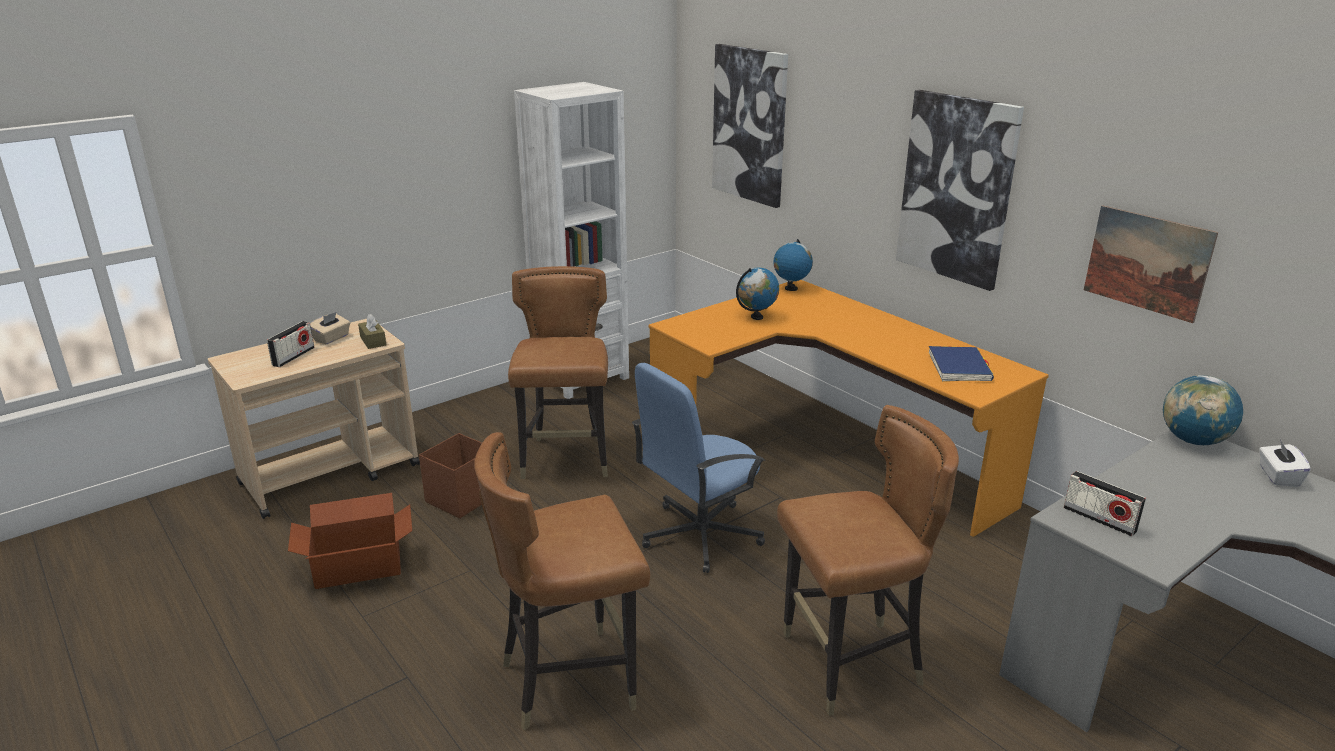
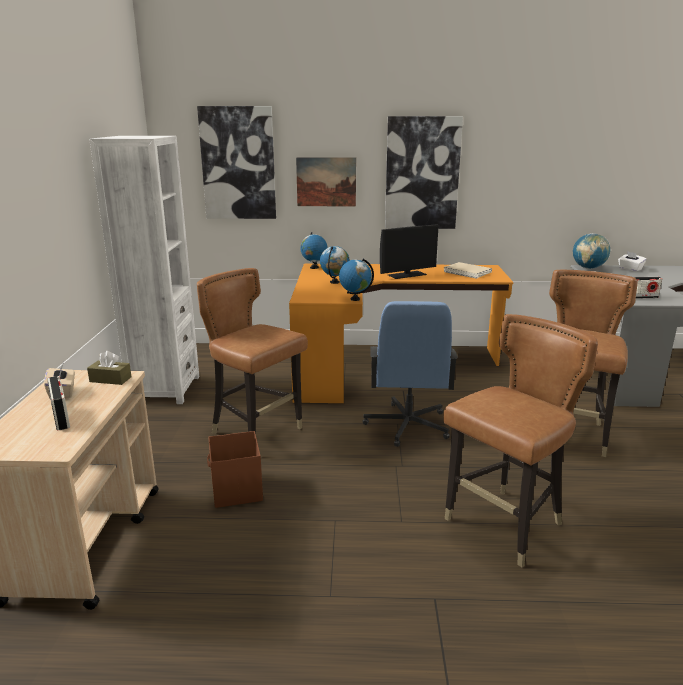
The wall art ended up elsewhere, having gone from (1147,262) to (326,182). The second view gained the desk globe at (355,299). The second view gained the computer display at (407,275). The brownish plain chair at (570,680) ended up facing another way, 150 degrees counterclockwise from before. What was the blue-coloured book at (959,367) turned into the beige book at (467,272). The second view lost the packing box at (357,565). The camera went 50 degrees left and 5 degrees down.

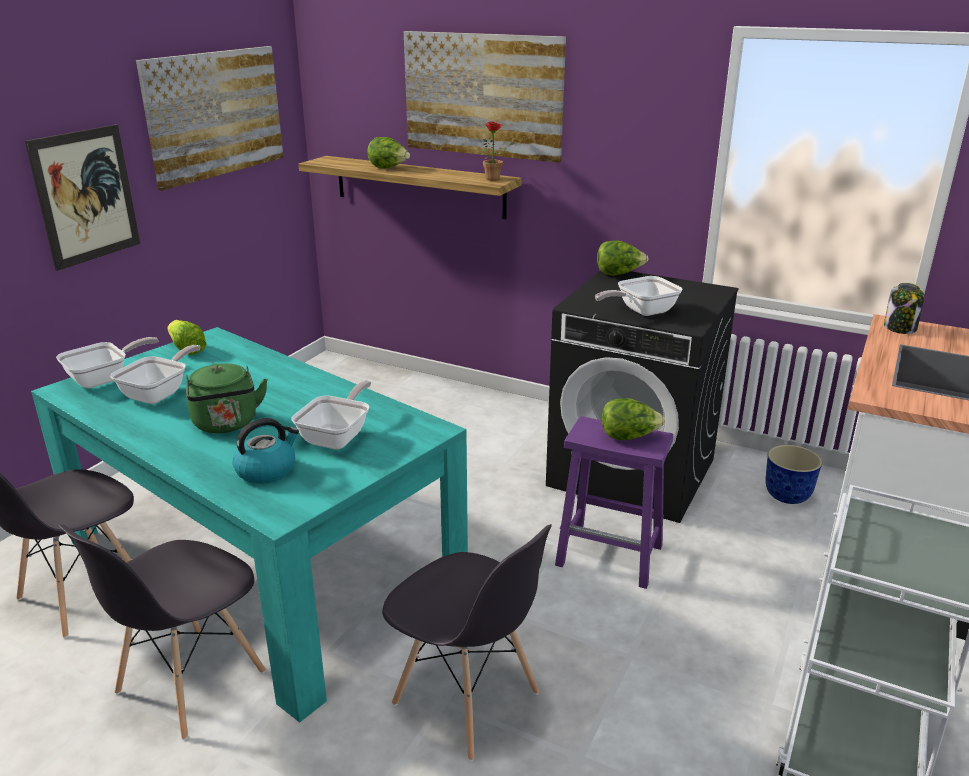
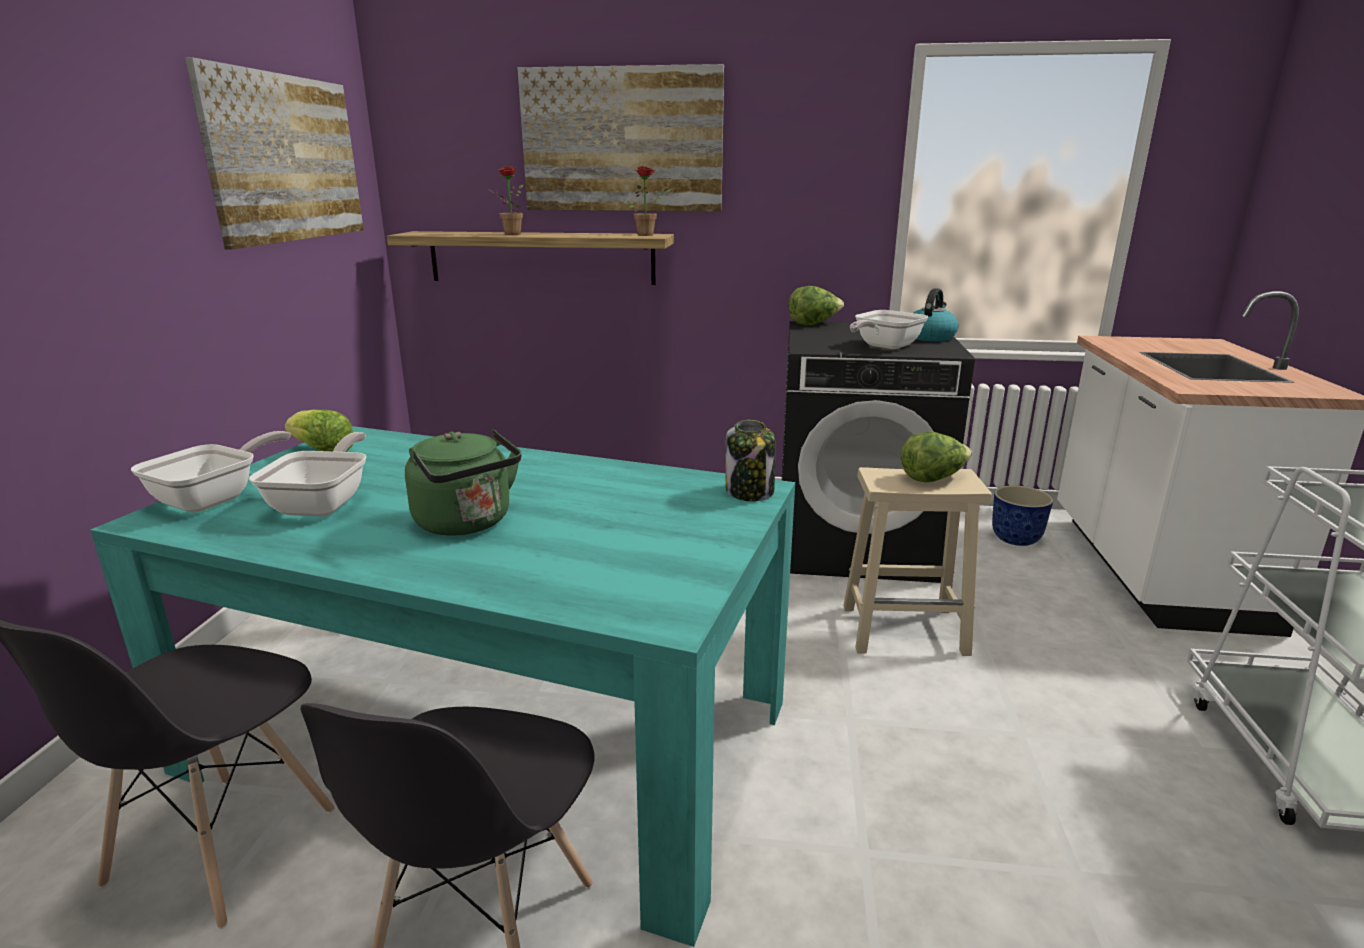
Where the lettuce stood at (389,168), the plant in a pot came to stand at (509,234). The preserve jar ended up elsewhere, having gone from (900,328) to (750,492). What was the purplish stool seat at (611,555) turned into the beige stool seat at (906,629). The water kettle ended up elsewhere, having gone from (267,470) to (930,337). The second view lost the wall art at (86,196). The second view lost the frying pan at (338,436). The second view lost the grey plain chair at (467,700). The camera went 20 degrees left and 5 degrees down.

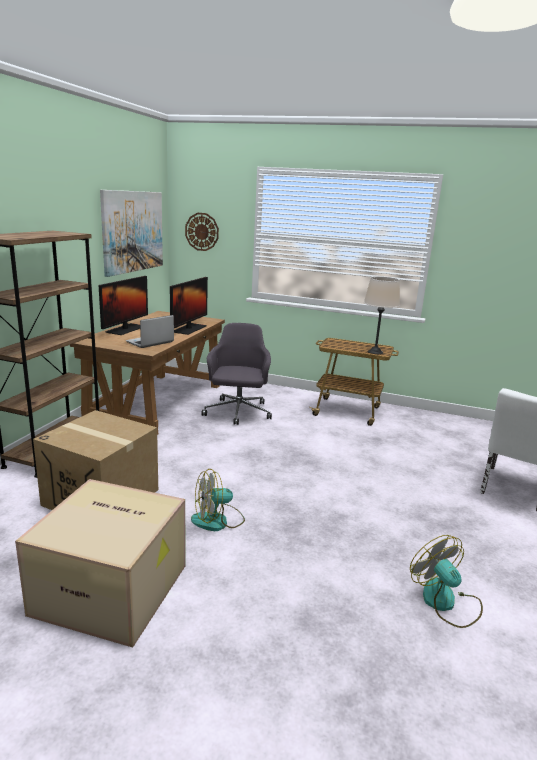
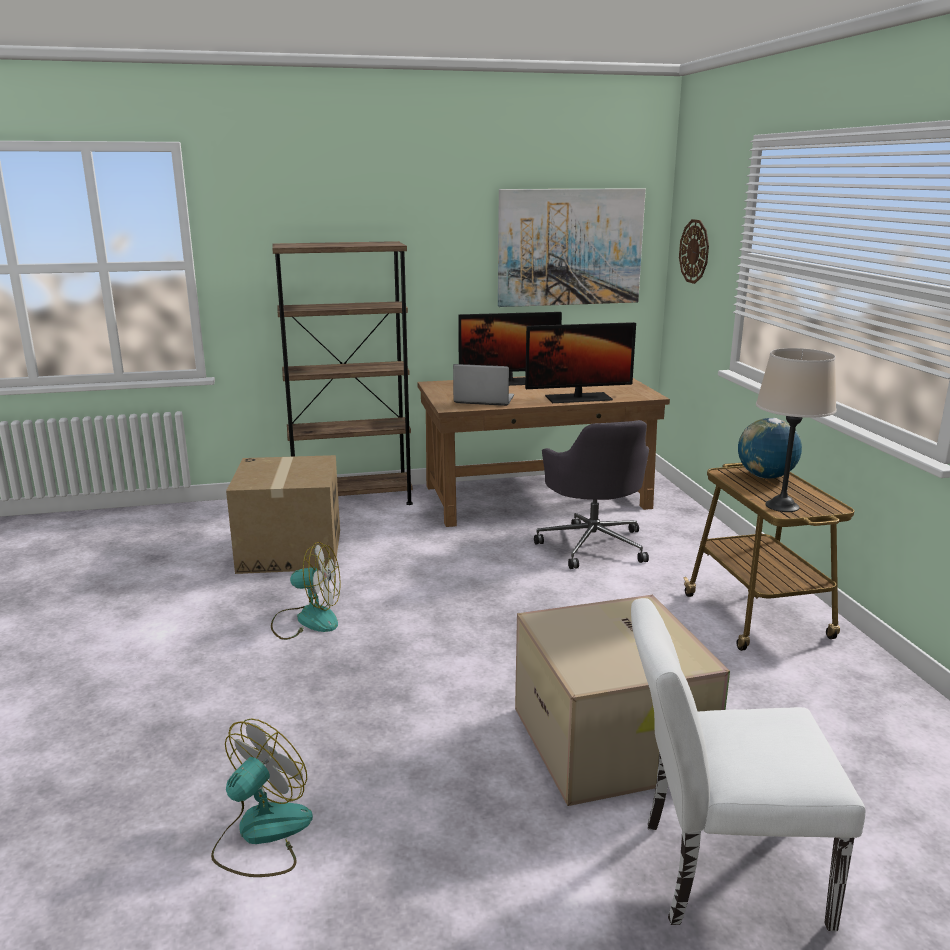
The electric fan at (218,520) ended up facing another way, 150 degrees clockwise from before. The packing box ended up elsewhere, having gone from (113,588) to (613,741). The grey desk chair at (238,412) ended up facing another way, 105 degrees clockwise from before. The second view gained the desk globe at (765,477). The camera went 60 degrees right and 0 degrees up.

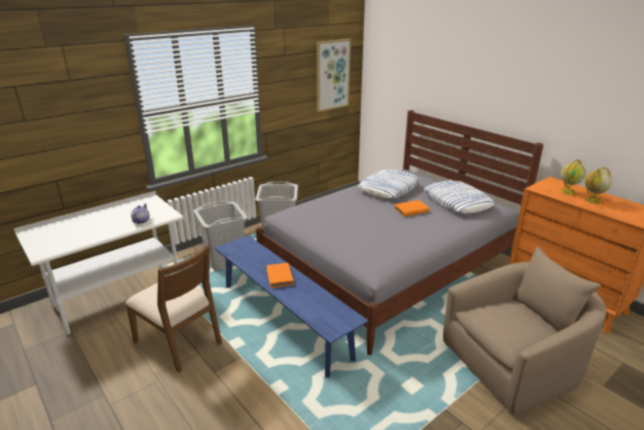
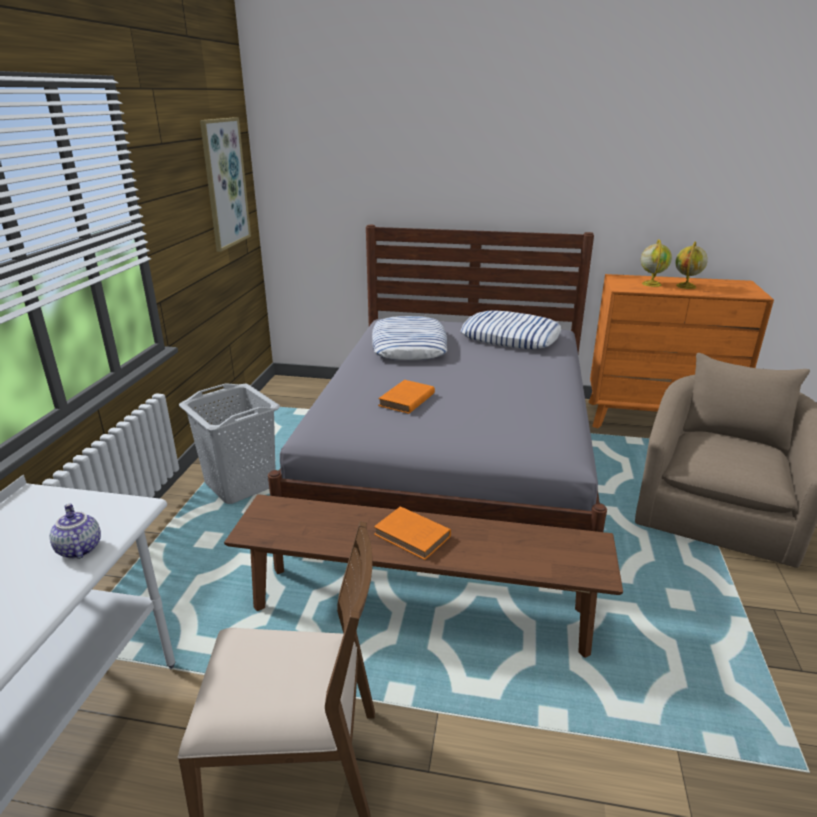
What was the blue-coloured long seat at (284,319) turned into the brownish long seat at (419,609). The orangey book ended up elsewhere, having gone from (410,210) to (406,400). The second view lost the grey laundry basket at (225,260). The camera went 40 degrees left and 0 degrees up.

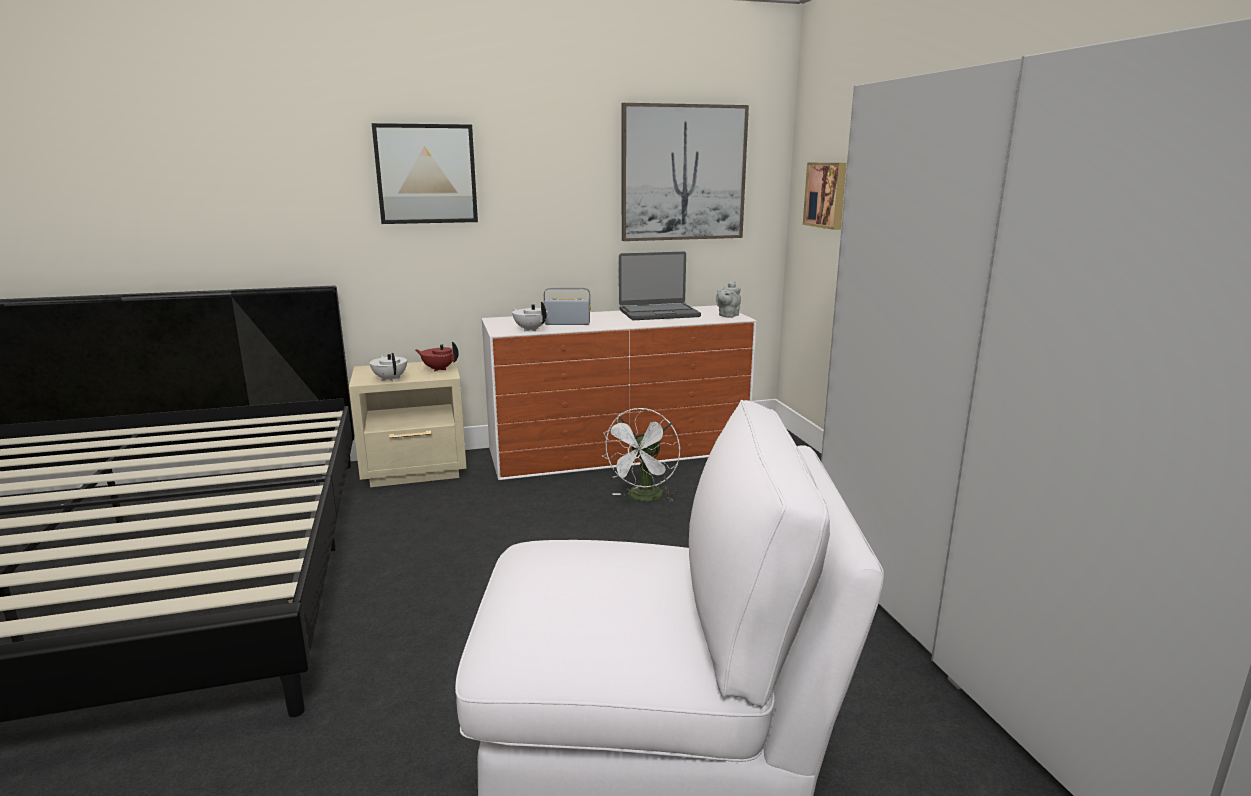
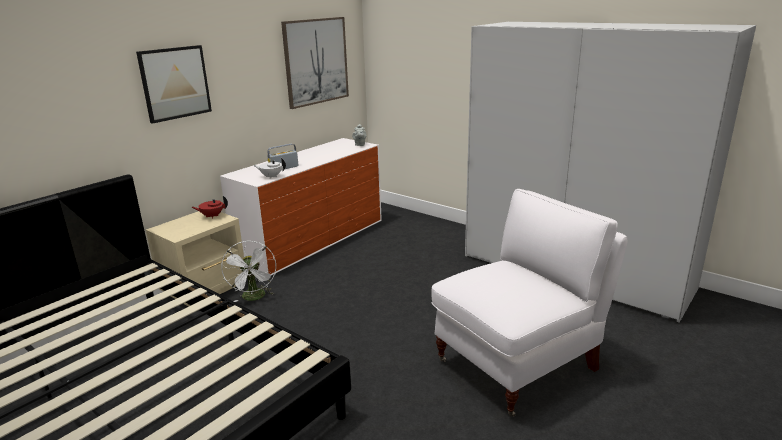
The white-coloured electric fan ended up elsewhere, having gone from (644,498) to (254,298). The second view lost the white-coloured teapot at (390,379). The second view lost the portable computer at (658,313). The second view lost the wall art at (827,195). The camera went 35 degrees left and 5 degrees up.

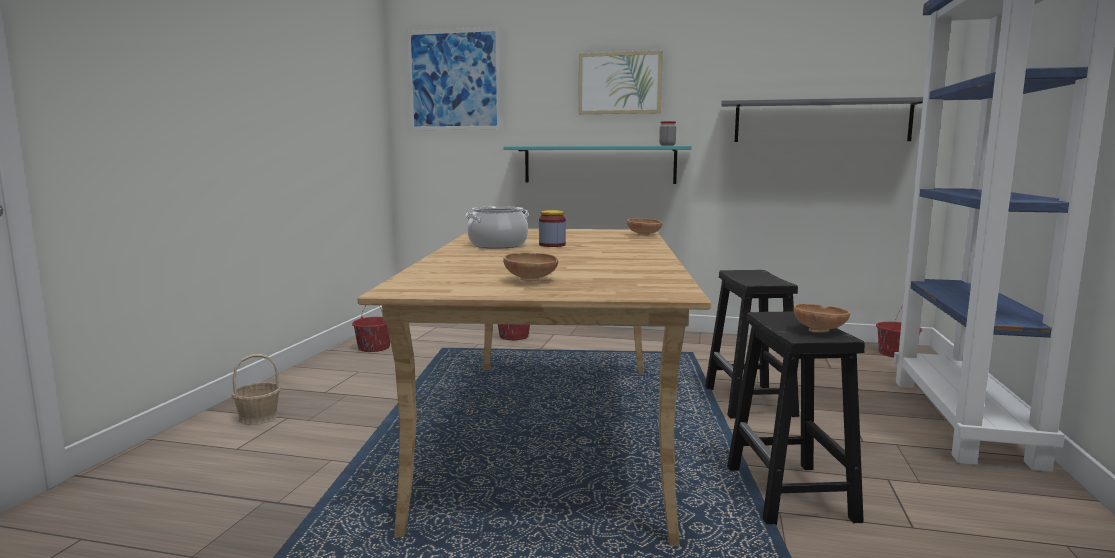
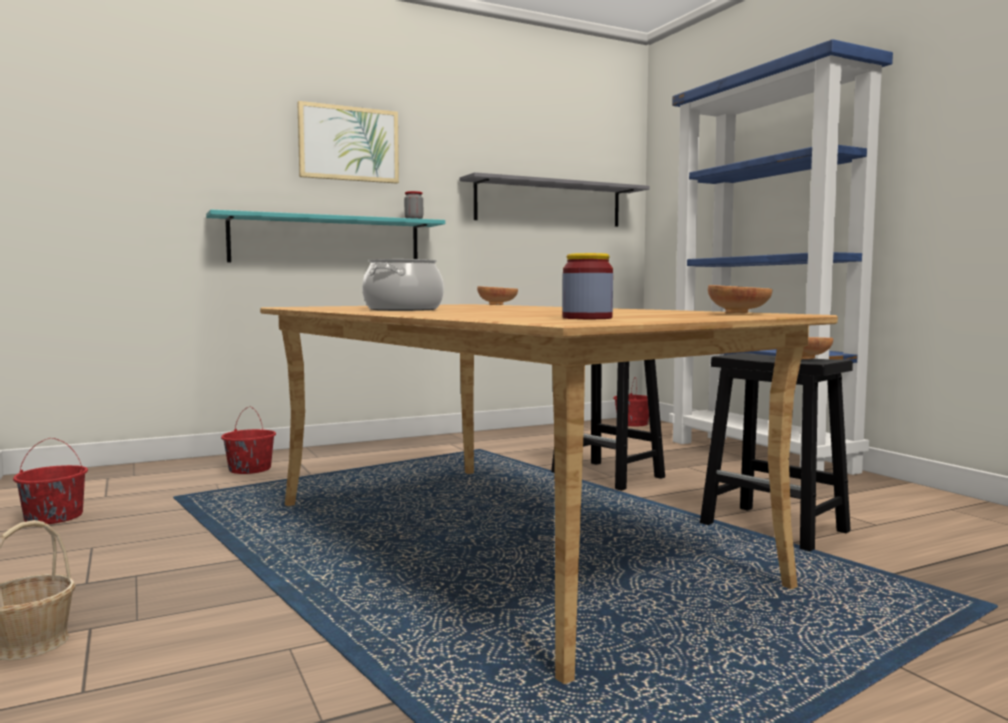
The preserve jar ended up elsewhere, having gone from (552,245) to (587,318). The brownish serving bowl ended up elsewhere, having gone from (531,281) to (740,313). The second view lost the wall art at (454,80). The camera went 40 degrees left and 5 degrees down.

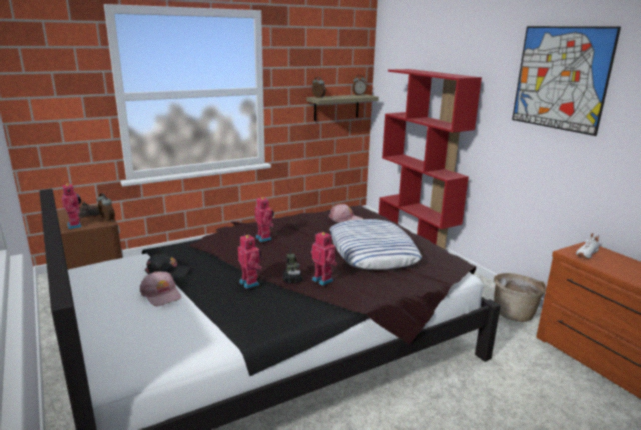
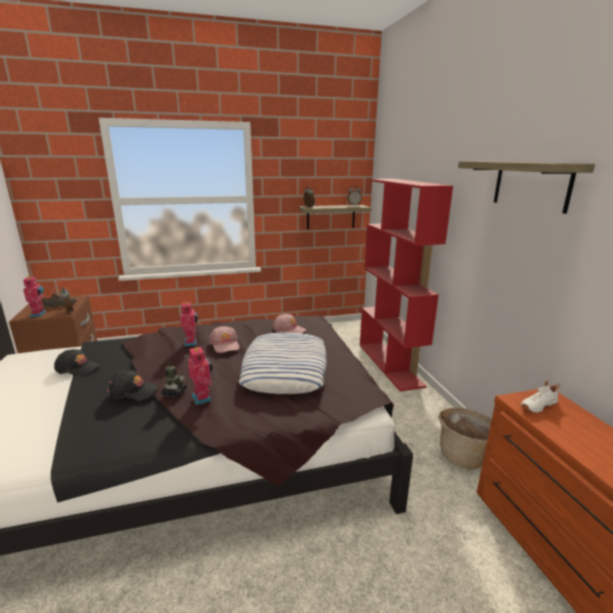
Where the model robot stood at (250,283), the blackish peaked cap came to stand at (133,391). The pink peaked cap ended up elsewhere, having gone from (161,294) to (225,344). Where the wall art hung at (560,78), the shelf came to hang at (531,185). The camera went 15 degrees right and 0 degrees up.

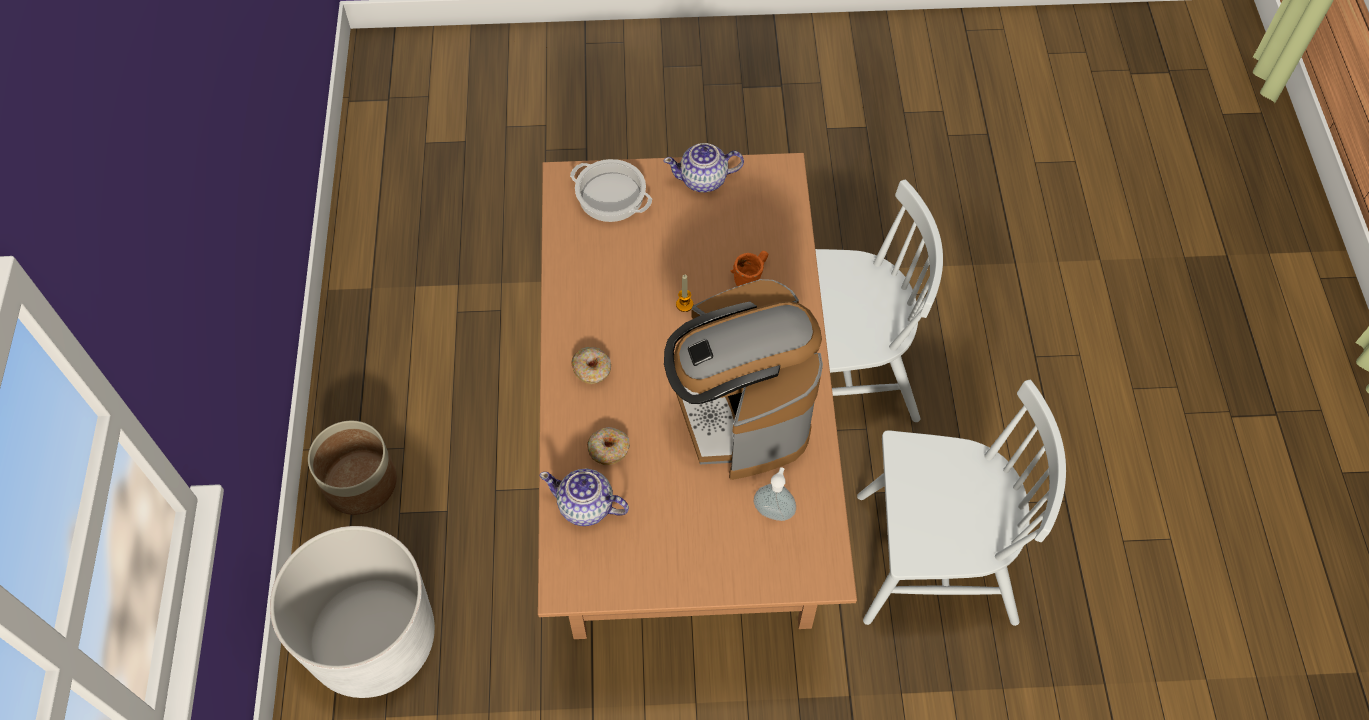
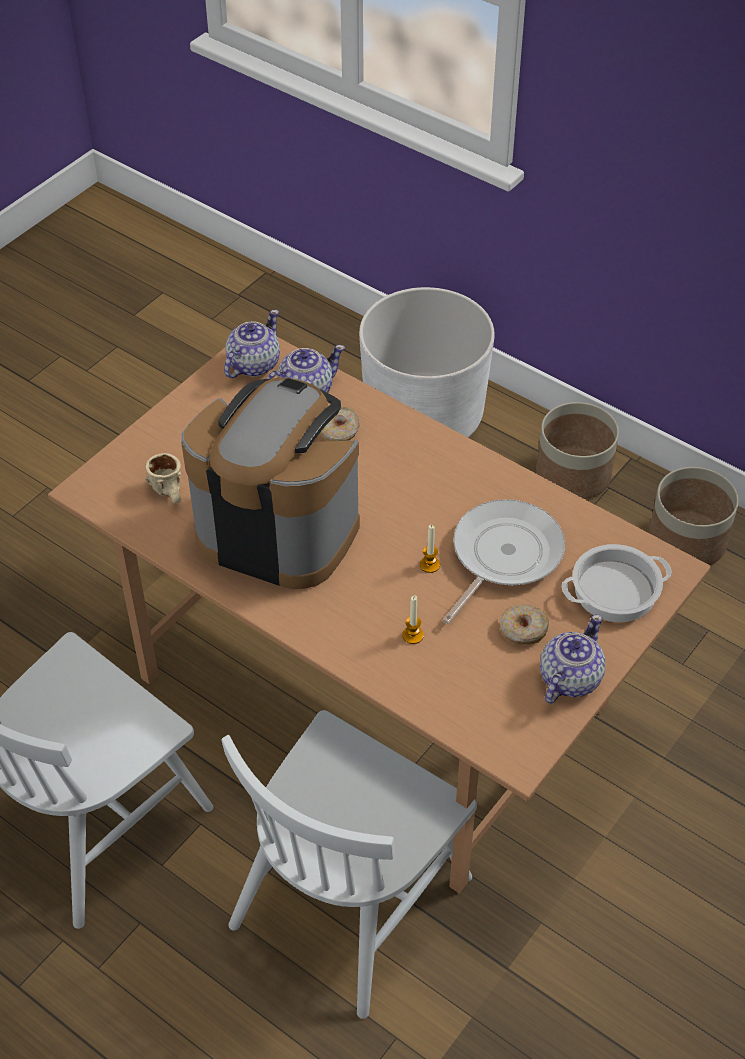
Where the liquid soap bottle stood at (774,511), the beige mug came to stand at (171,493). The second view gained the teapot at (252,364). Where the orangey mug stood at (750,275), the candle came to stand at (412,635). The second view gained the frying pan at (503,555). The donut ended up elsewhere, having gone from (592,369) to (523,630). The second view gained the flower pot at (686,541). The camera went 130 degrees right and 10 degrees down.

